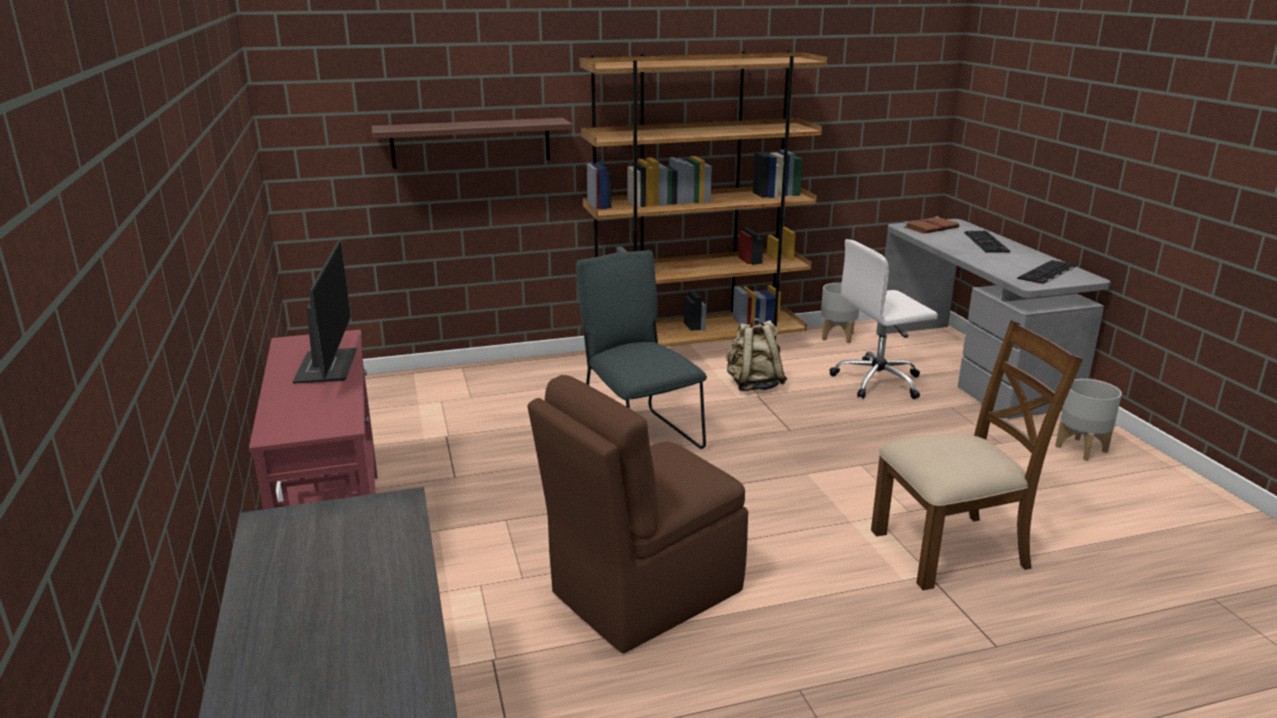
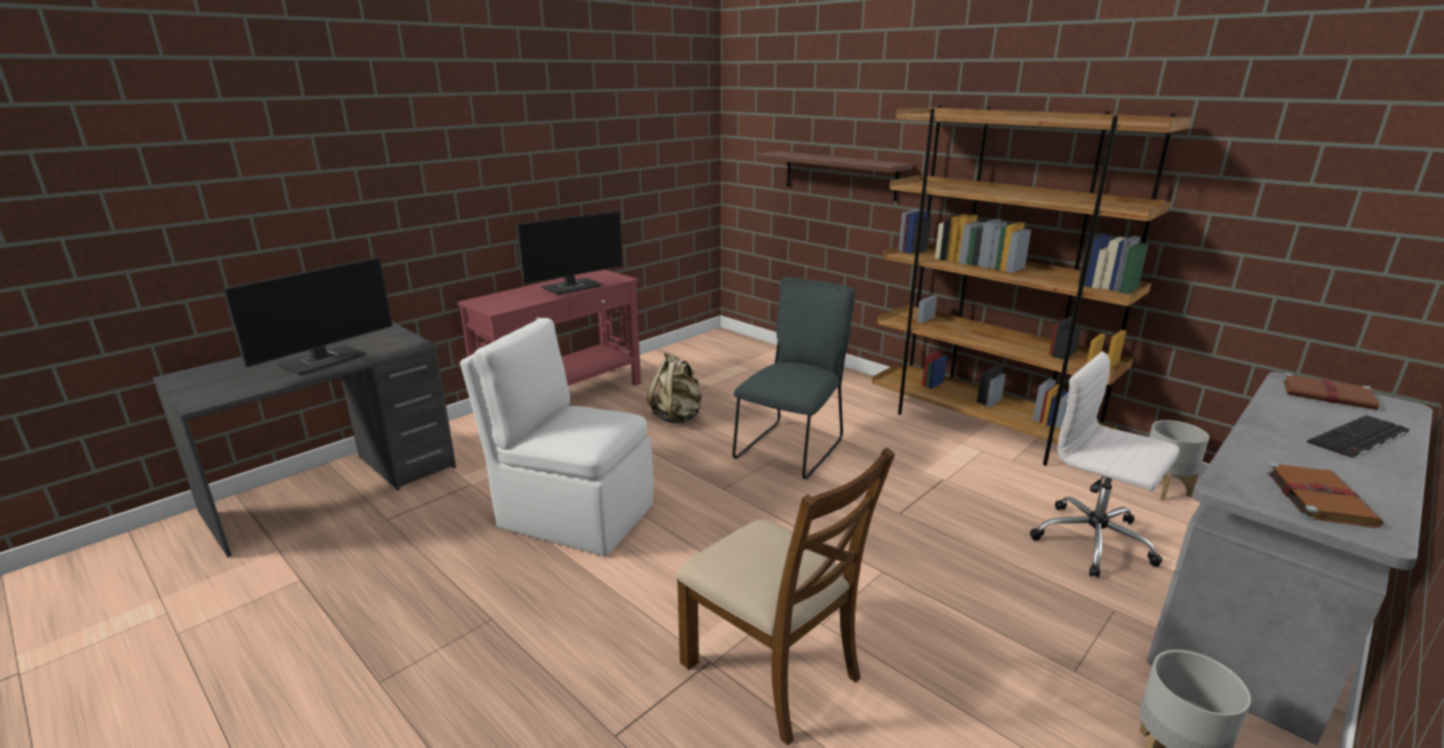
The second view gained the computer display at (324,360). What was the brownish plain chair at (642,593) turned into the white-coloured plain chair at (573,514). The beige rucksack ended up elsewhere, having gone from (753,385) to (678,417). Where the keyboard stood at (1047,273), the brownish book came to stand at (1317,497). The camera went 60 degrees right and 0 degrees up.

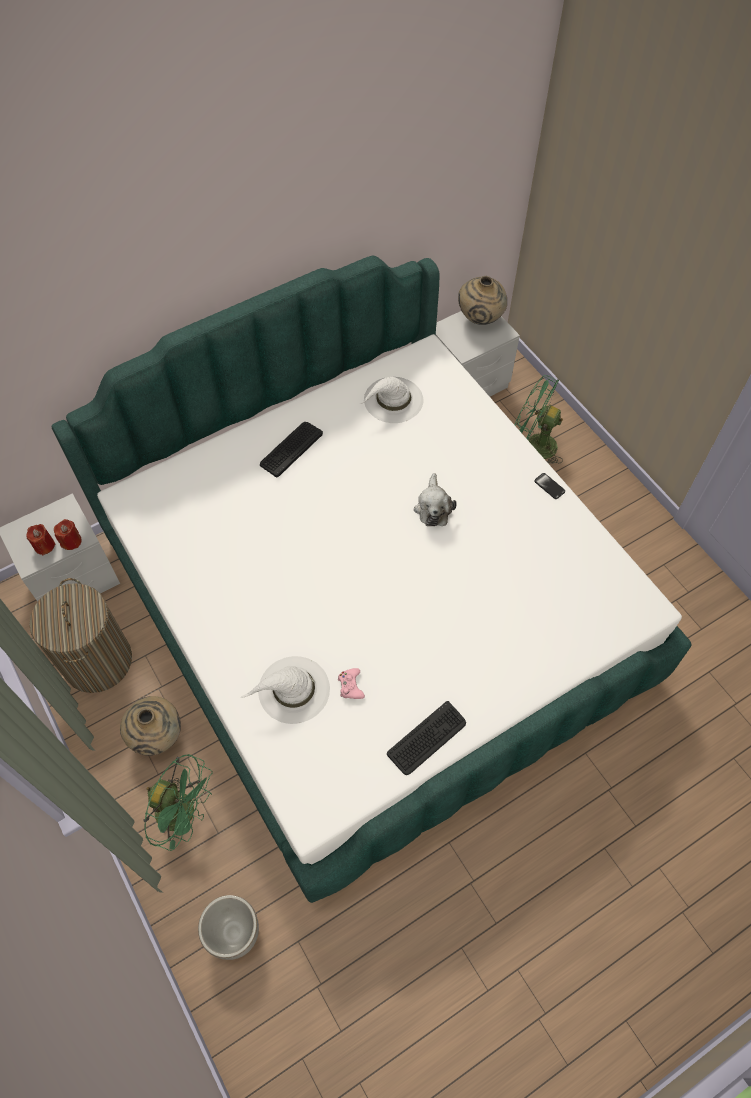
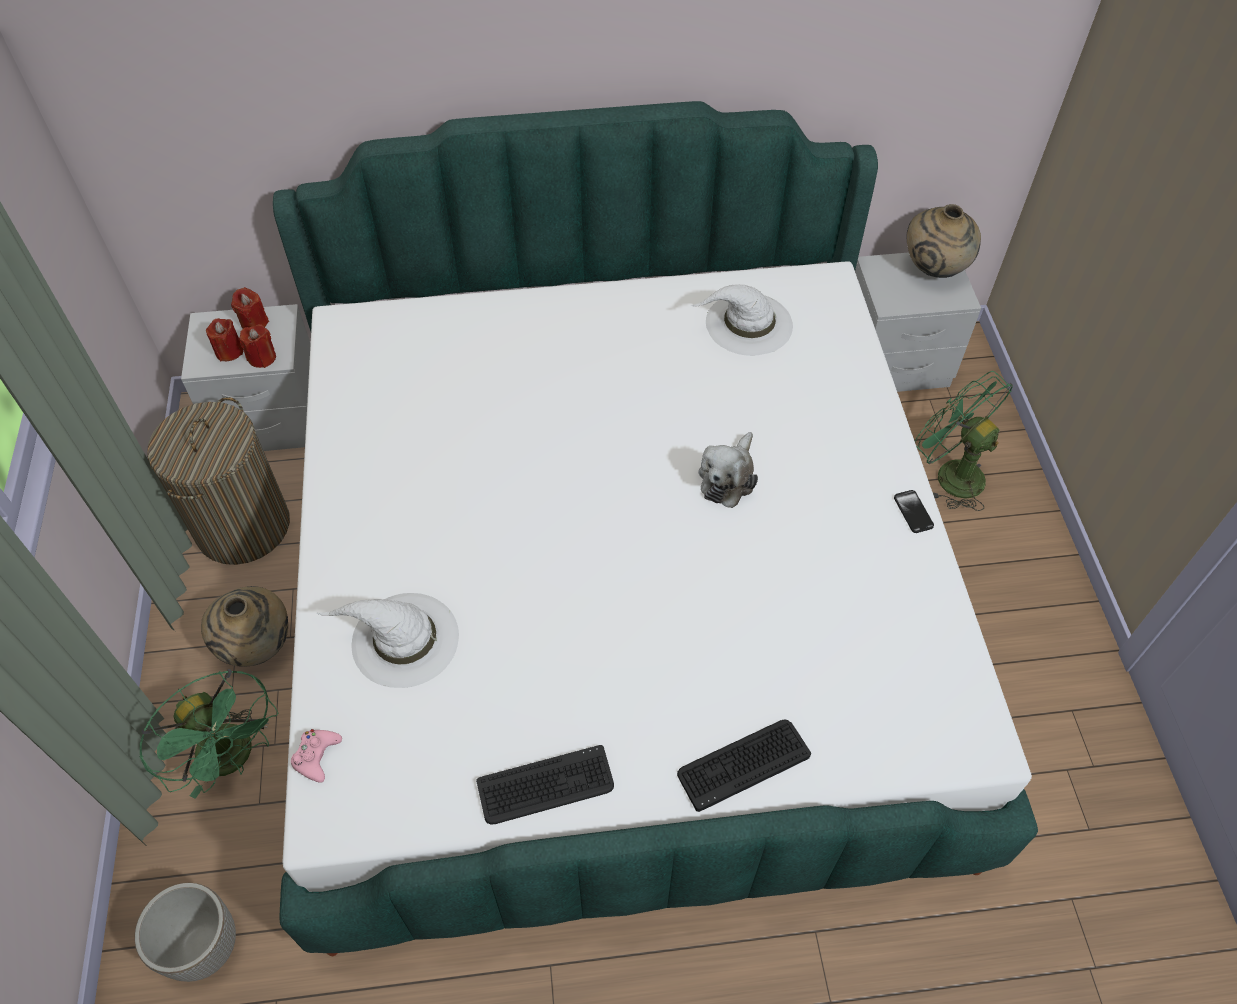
The second view gained the reddish candle at (254,322). The pink game controller ended up elsewhere, having gone from (350,686) to (316,756). The keyboard ended up elsewhere, having gone from (291,449) to (743,764). The camera went 25 degrees right and 5 degrees down.

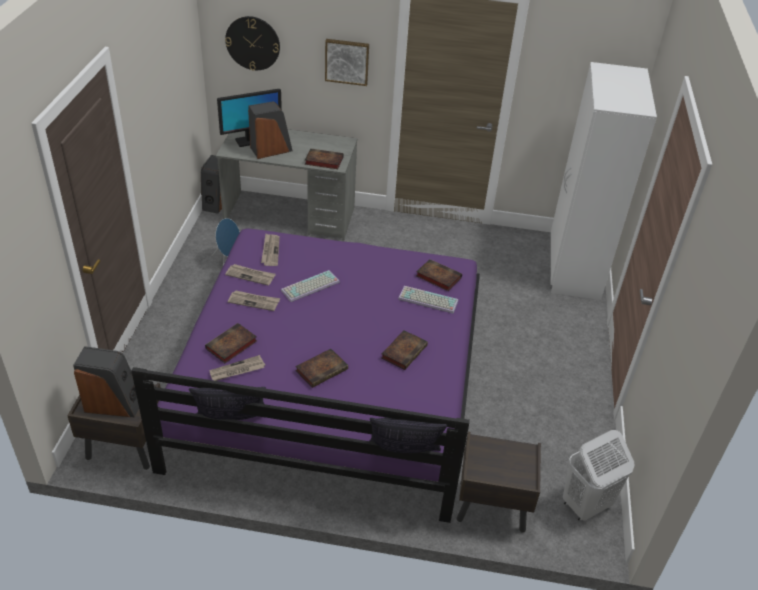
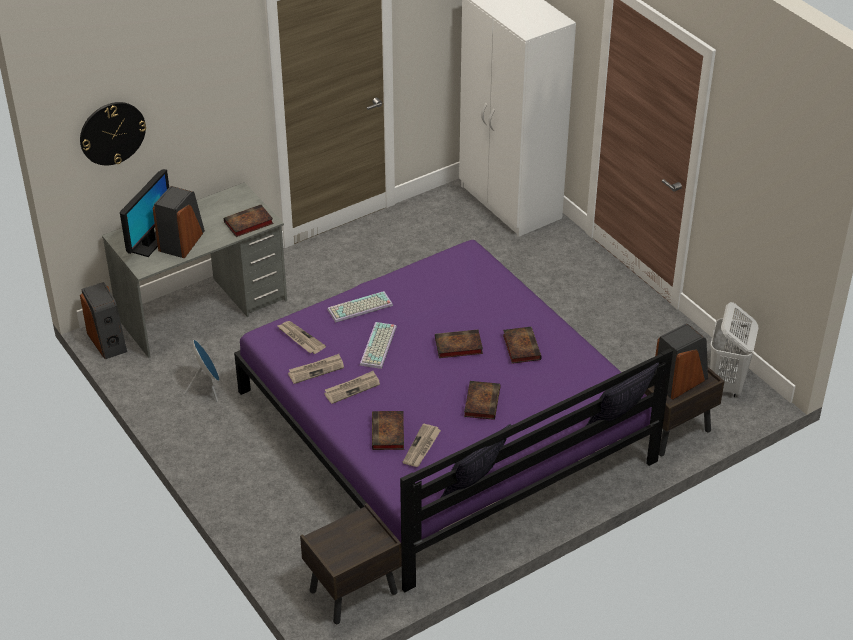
The keyboard ended up elsewhere, having gone from (427,300) to (359,308). The book ended up elsewhere, having gone from (437,277) to (457,346). The loudspeaker ended up elsewhere, having gone from (114,403) to (680,381). The second view lost the wall art at (347,61). The camera went 40 degrees left and 0 degrees up.

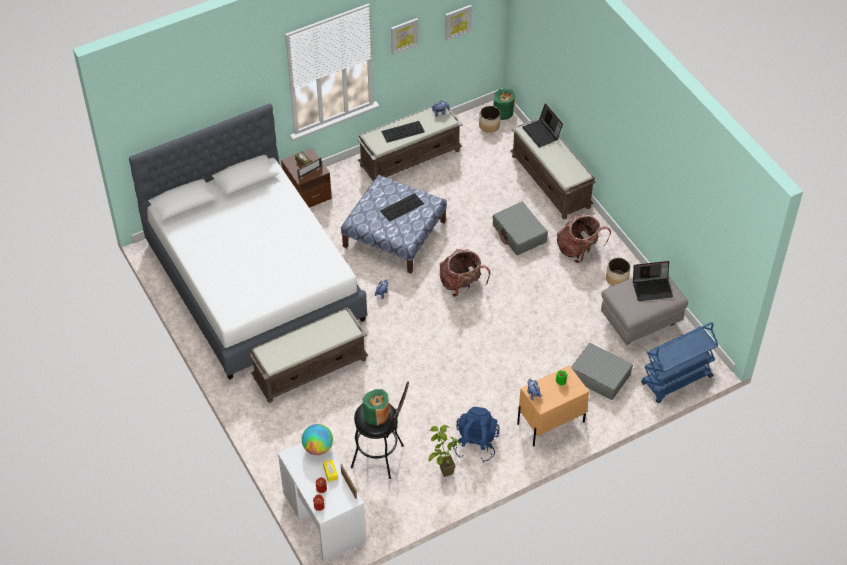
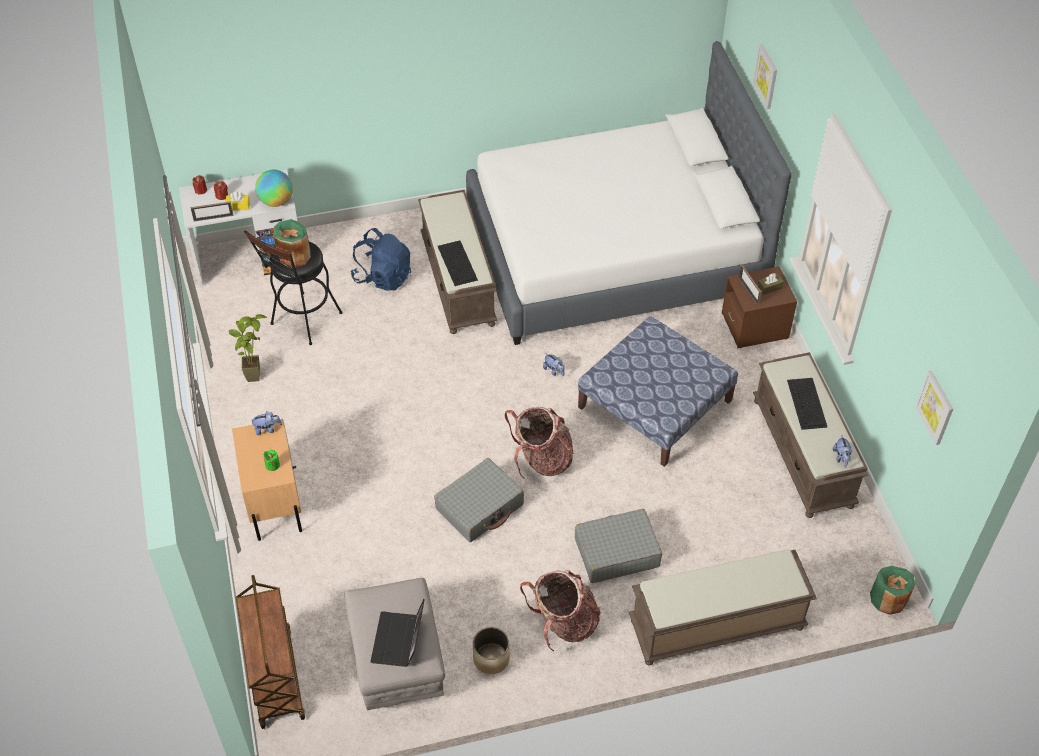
What was the blue-coloured trolley at (676,381) turned into the brownish trolley at (275,677). The blue-coloured rucksack ended up elsewhere, having gone from (475,444) to (383,277). The grey suitcase ended up elsewhere, having gone from (599,376) to (480,507). The keyboard ended up elsewhere, having gone from (402,207) to (458,263). The wall art ended up elsewhere, having gone from (404,35) to (766,76). The second view lost the flower pot at (489,125). The second view lost the portable computer at (542,133). The camera went 105 degrees right and 0 degrees up.

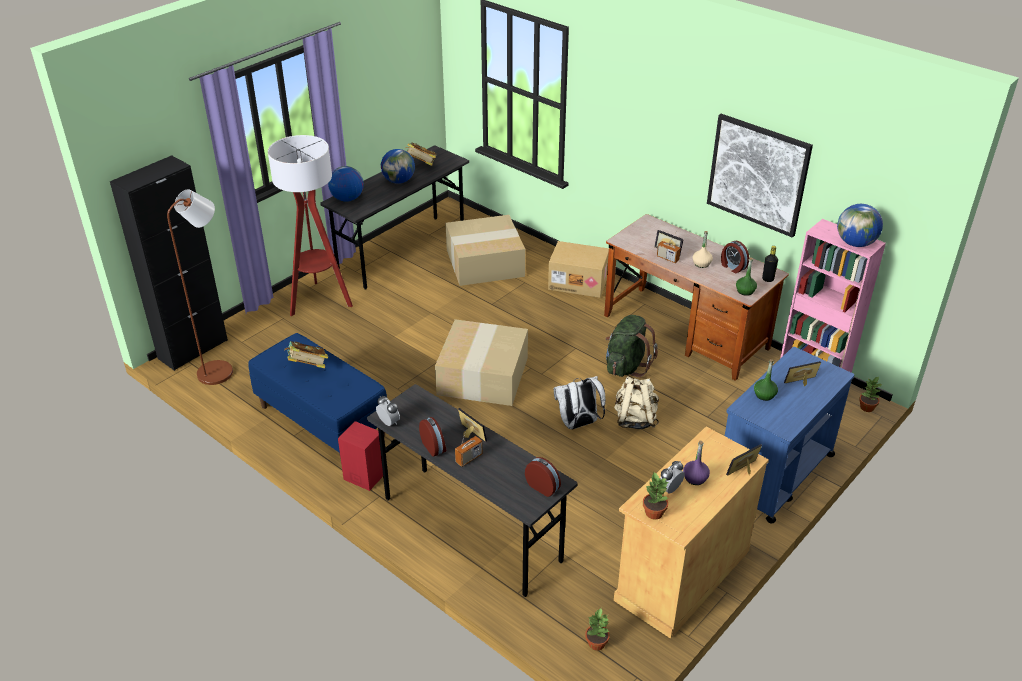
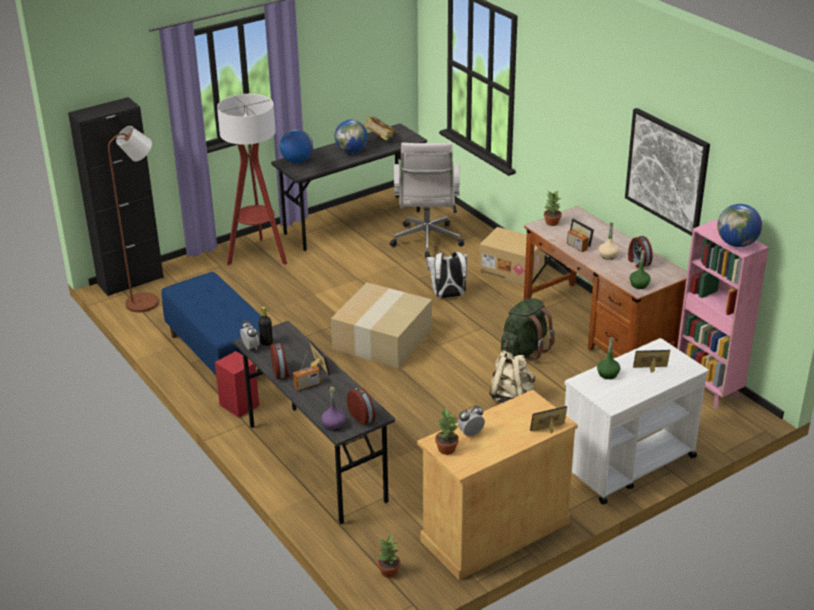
The blackish bottle ended up elsewhere, having gone from (768,279) to (266,343). The purplish bottle ended up elsewhere, having gone from (695,478) to (334,425). Where the packing box stood at (484,263), the white-coloured desk chair came to stand at (426,242). The white-coloured rucksack ended up elsewhere, having gone from (578,424) to (448,296). The plant in a pot ended up elsewhere, having gone from (866,407) to (551,222). What was the blue-coloured trolley at (774,474) turned into the white-coloured trolley at (626,464). The second view lost the book at (308,367). The camera went 15 degrees right and 5 degrees down.

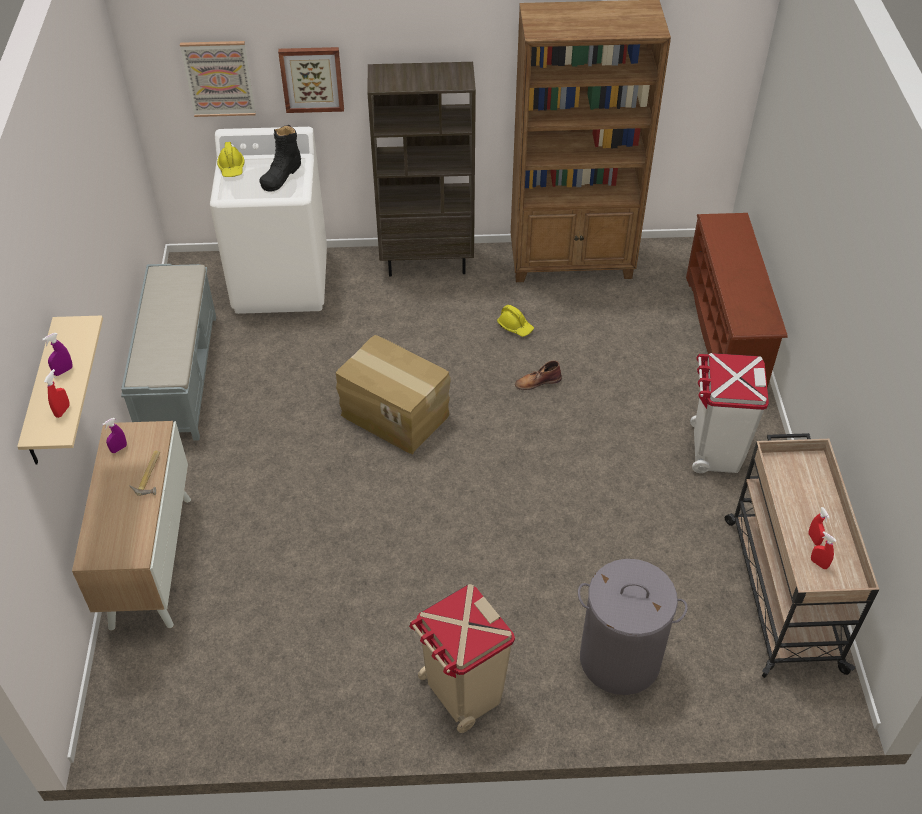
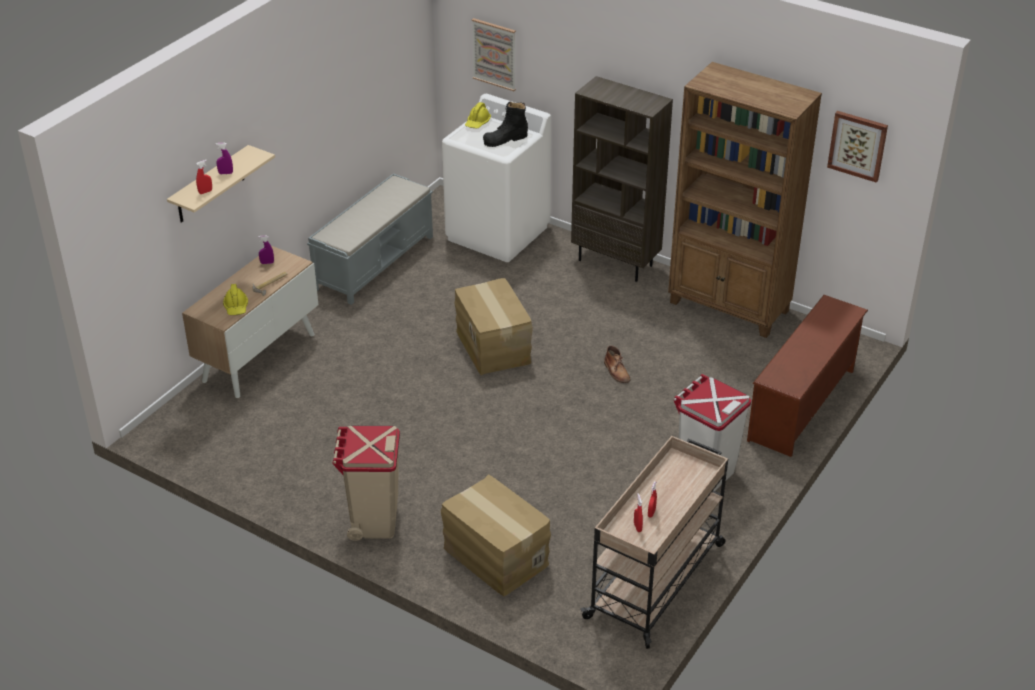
The yellow safety helmet ended up elsewhere, having gone from (515,326) to (236,307). Where the grey laundry basket stood at (619,659), the packing box came to stand at (495,556). The brownish high-top boot at (537,382) ended up facing another way, 135 degrees counterclockwise from before. The wall art ended up elsewhere, having gone from (312,79) to (858,145). The camera went 35 degrees right and 10 degrees down.

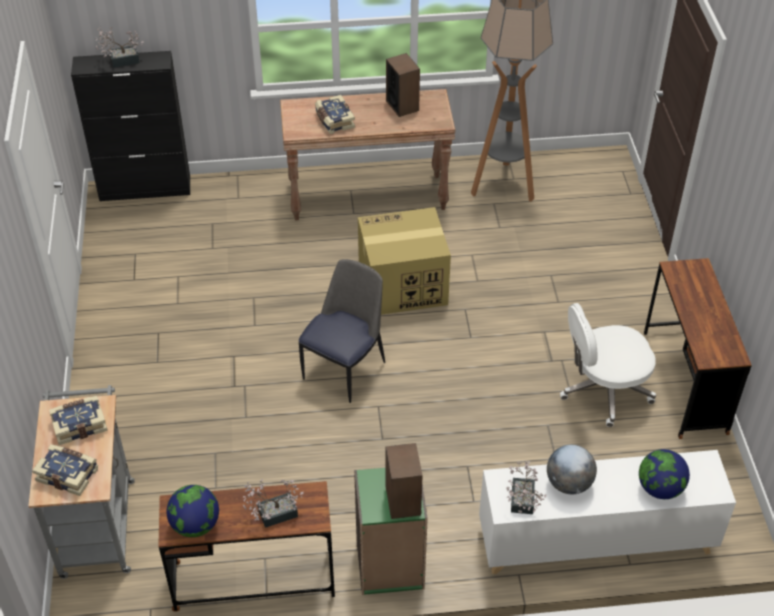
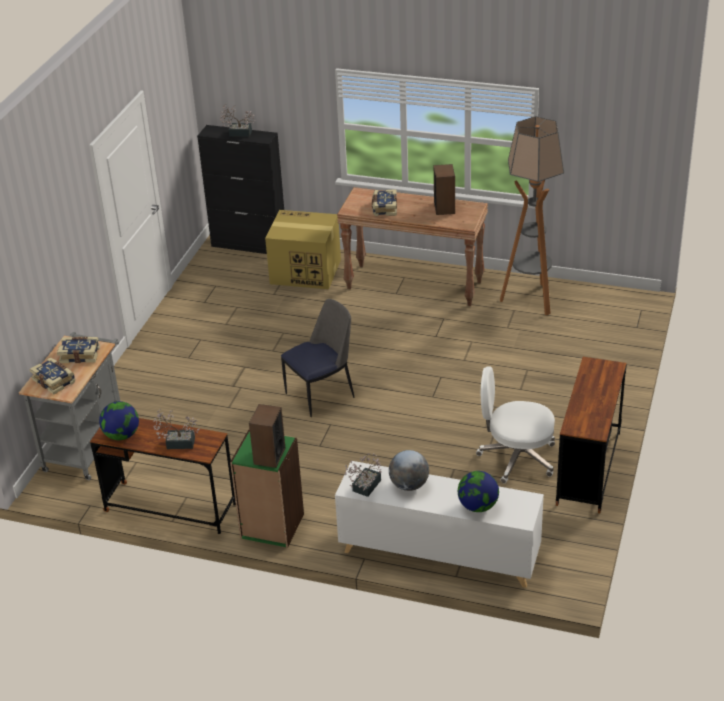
The packing box ended up elsewhere, having gone from (401,286) to (304,271). The camera went 25 degrees right and 10 degrees down.

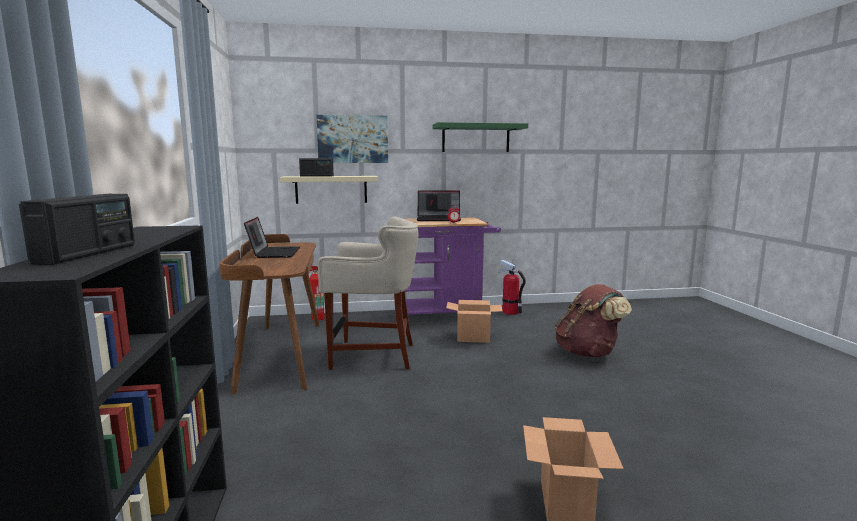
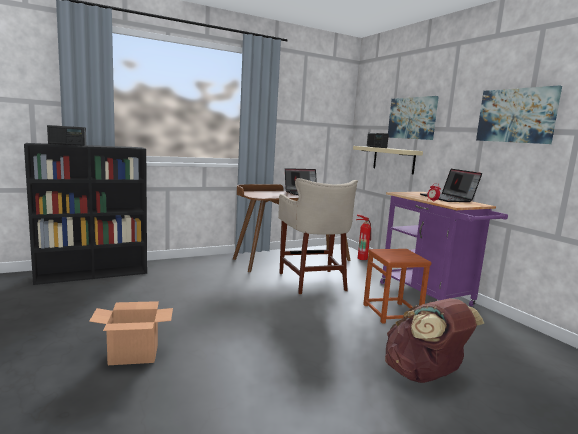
Where the packing box stood at (474,338), the brownish stool seat came to stand at (392,312). Where the greenish shelf hung at (475,138), the wall art came to hang at (516,115). The second view lost the fire-fighting cylinder at (510,312). The camera went 70 degrees right and 0 degrees up.

